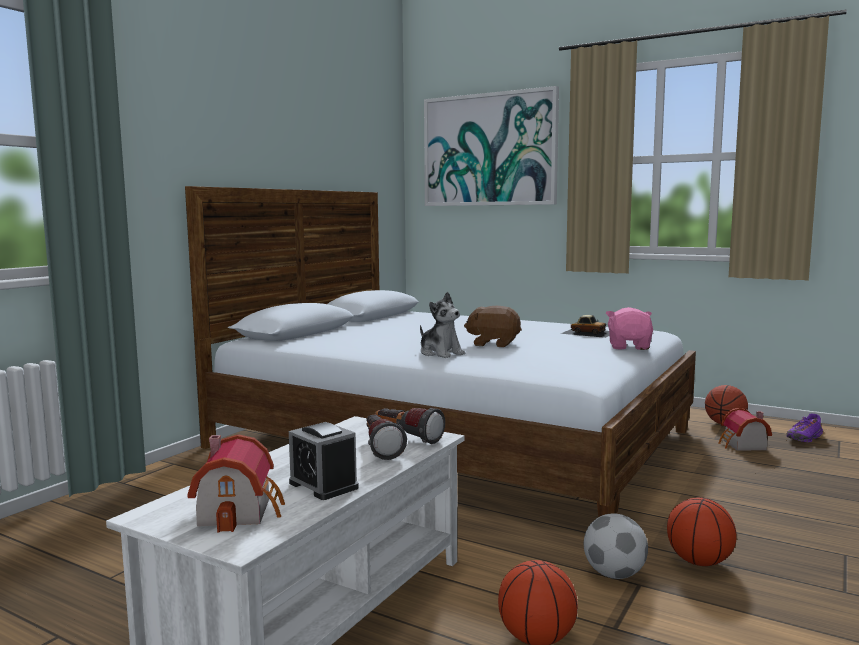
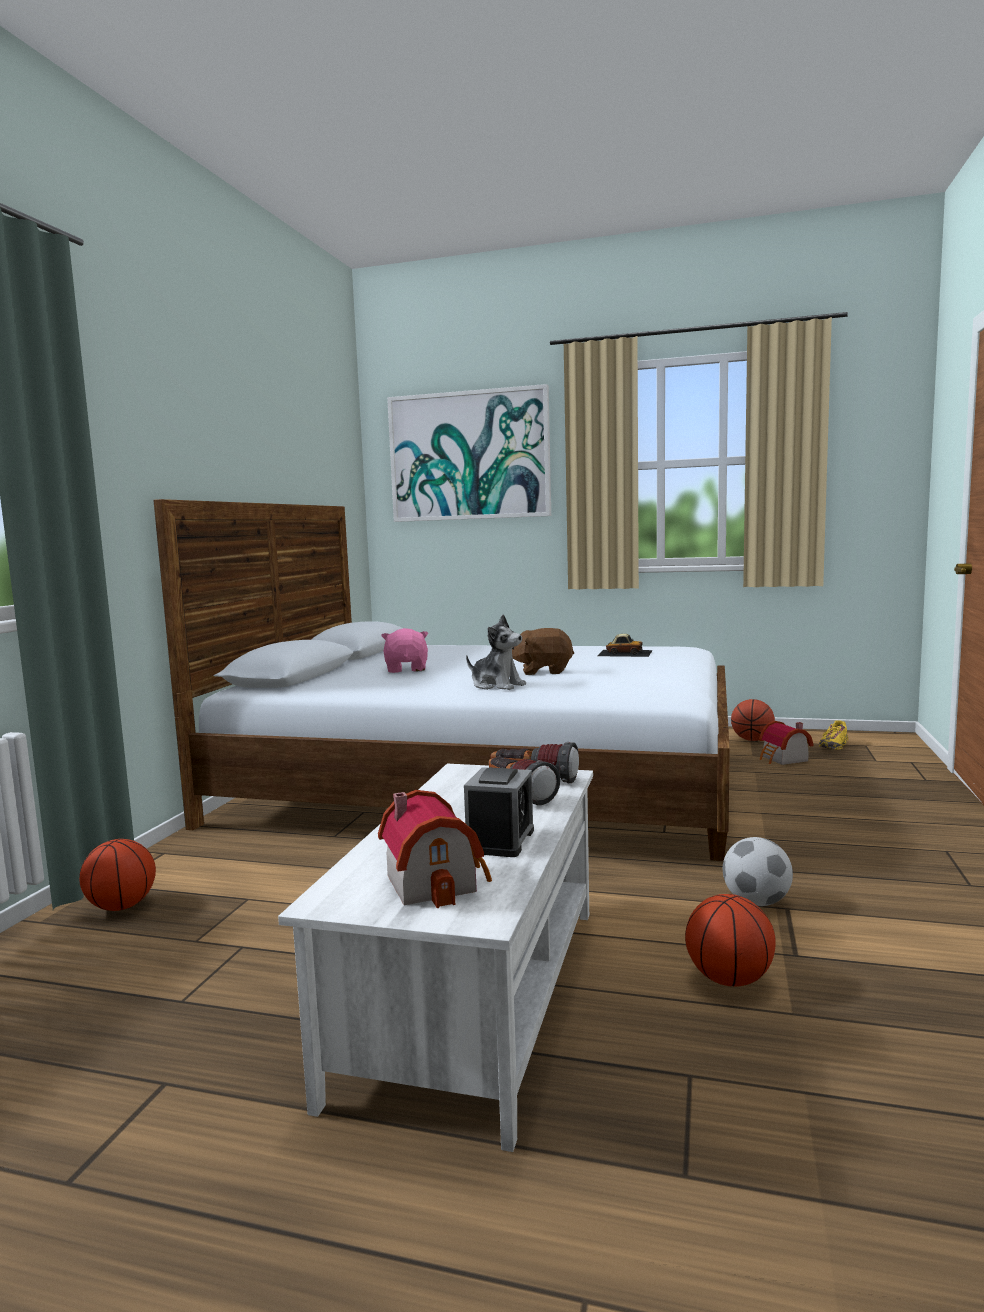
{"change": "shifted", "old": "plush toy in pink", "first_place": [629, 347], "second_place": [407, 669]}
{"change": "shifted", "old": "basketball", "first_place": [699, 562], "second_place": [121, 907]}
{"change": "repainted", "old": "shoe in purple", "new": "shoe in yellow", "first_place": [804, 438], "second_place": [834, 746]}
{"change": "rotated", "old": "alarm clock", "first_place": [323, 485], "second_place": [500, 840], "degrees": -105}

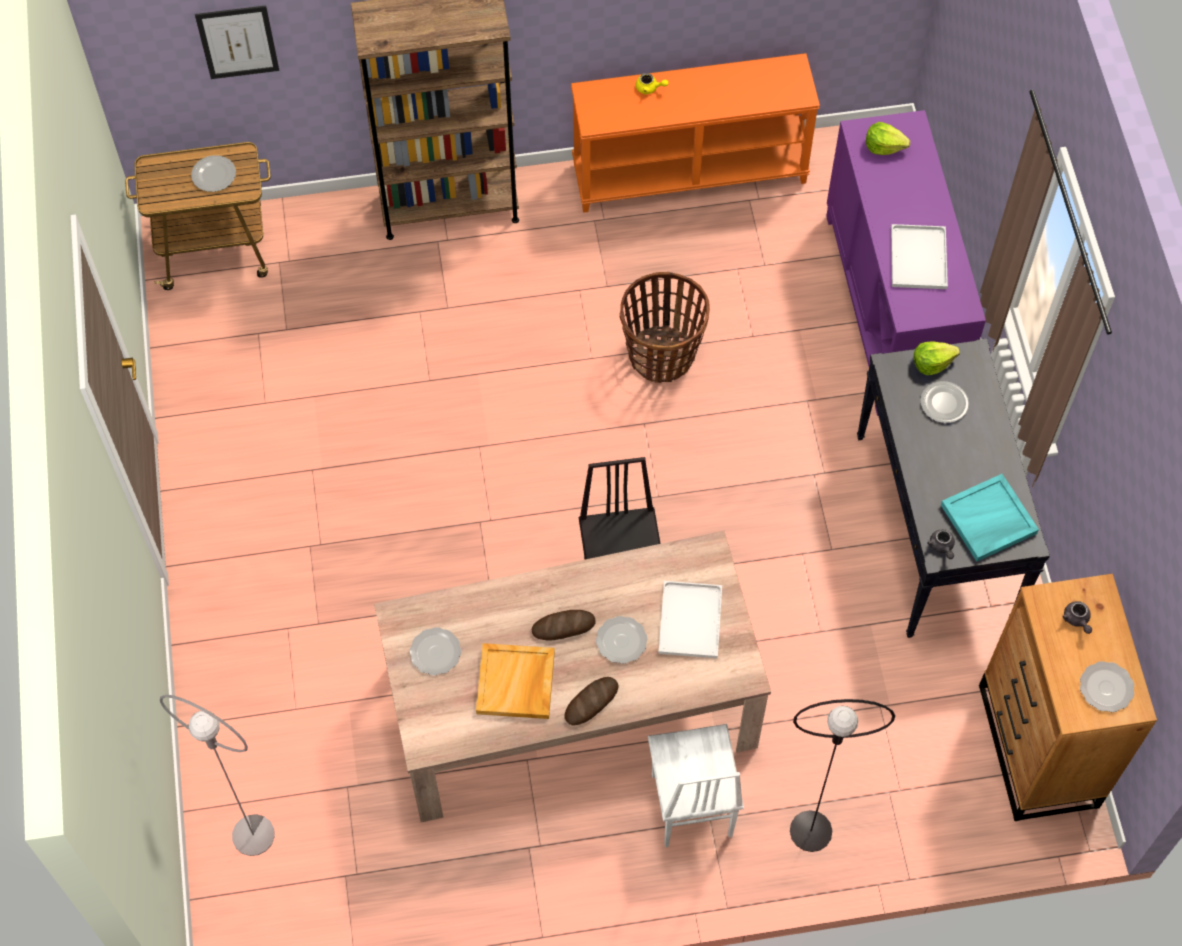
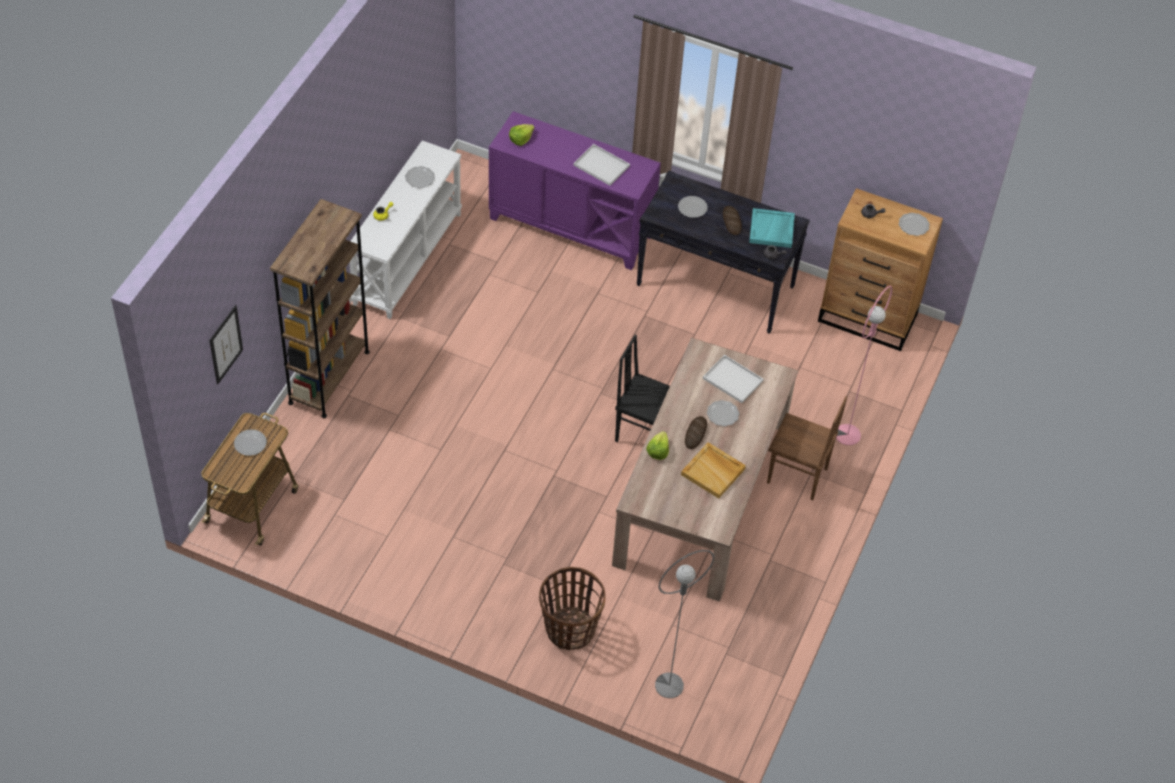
{"change": "shifted", "old": "plate", "first_place": [436, 652], "second_place": [420, 178]}
{"change": "shifted", "old": "bread", "first_place": [591, 702], "second_place": [731, 222]}
{"change": "shifted", "old": "basket", "first_place": [661, 355], "second_place": [569, 629]}
{"change": "shifted", "old": "lettuce", "first_place": [932, 363], "second_place": [658, 451]}
{"change": "repainted", "old": "console table in orange", "new": "console table in white", "first_place": [690, 172], "second_place": [407, 258]}
{"change": "repainted", "old": "chair in white", "new": "chair in brown", "first_place": [690, 806], "second_place": [797, 477]}
{"change": "repainted", "old": "floor lamp in black", "new": "floor lamp in pink", "first_place": [811, 831], "second_place": [847, 434]}

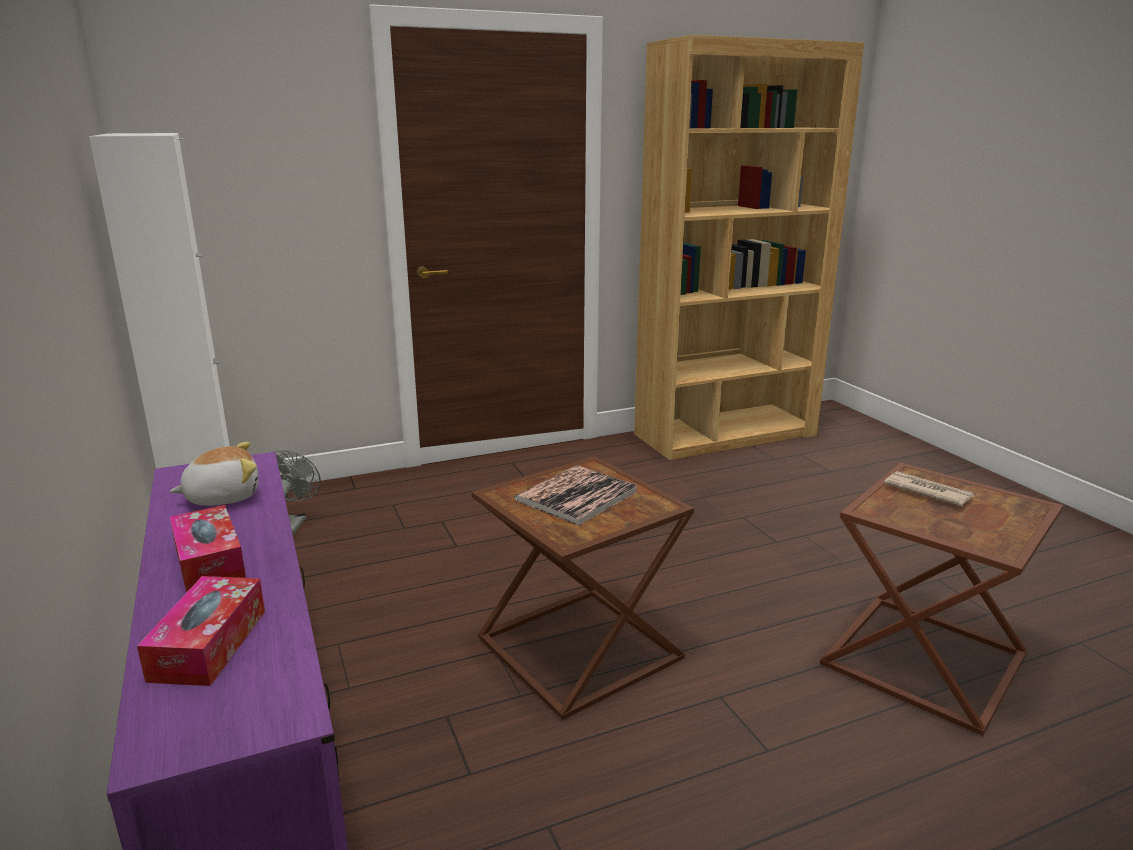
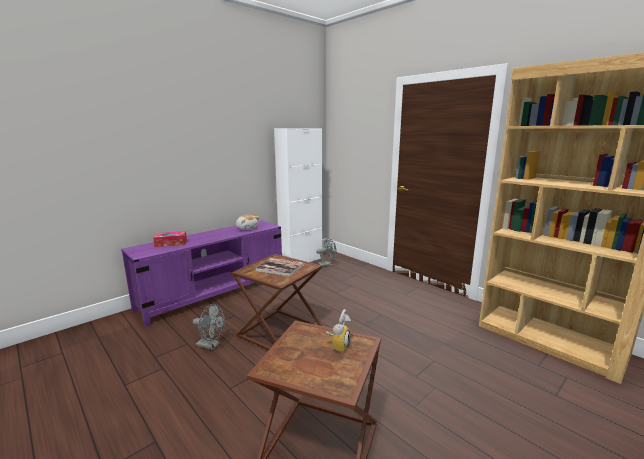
{"change": "gone", "old": "tissue box", "first_place": [209, 561]}
{"change": "new", "new": "fan in grey", "second_place": [211, 345]}
{"change": "swapped", "old": "newspaper", "new": "alarm clock", "first_place": [927, 491], "second_place": [338, 346]}

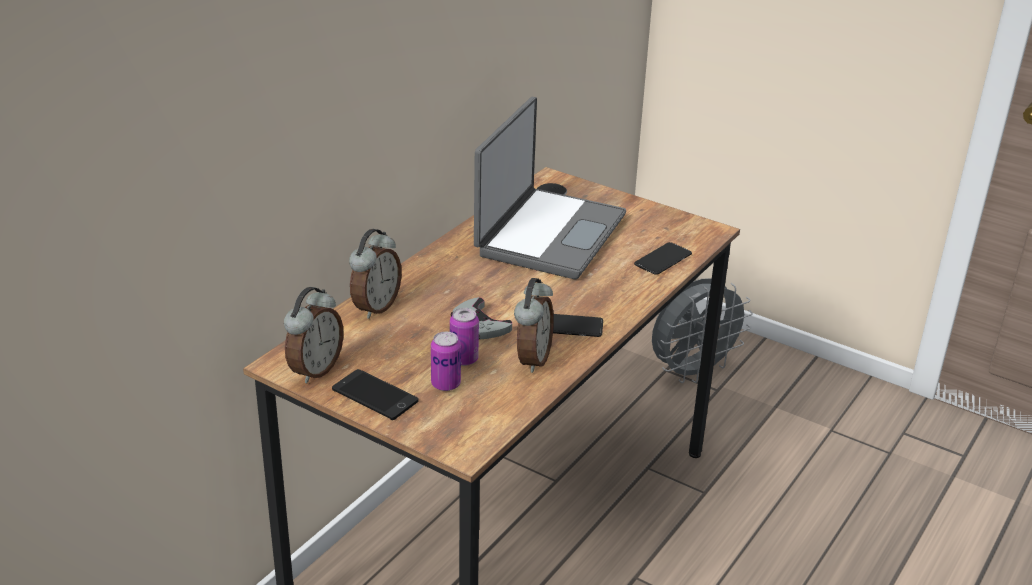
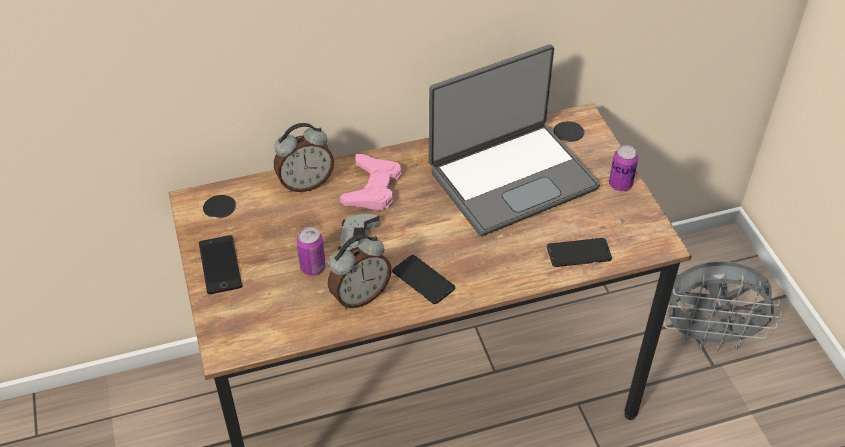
{"change": "gone", "old": "alarm clock", "first_place": [314, 370]}
{"change": "new", "new": "game controller in pink", "second_place": [372, 188]}
{"change": "shifted", "old": "can", "first_place": [445, 384], "second_place": [620, 184]}

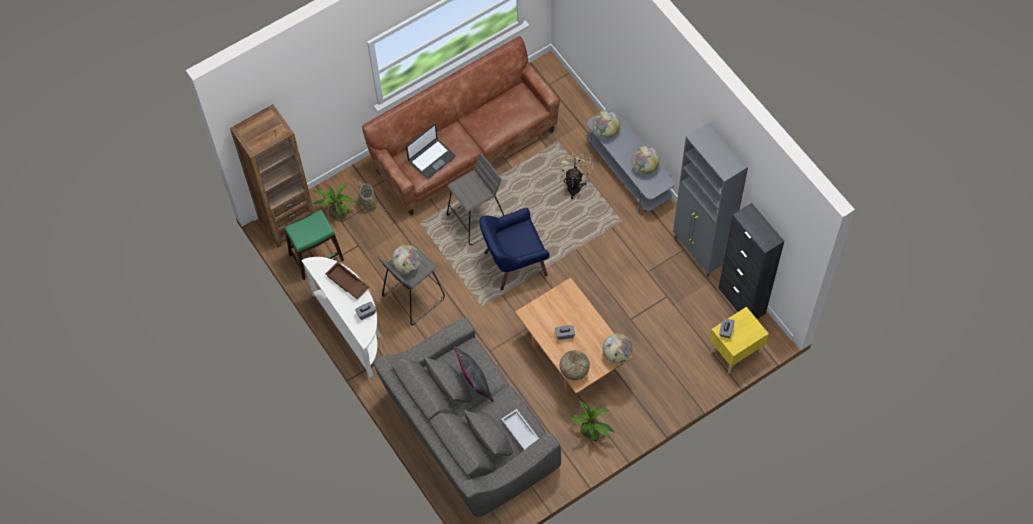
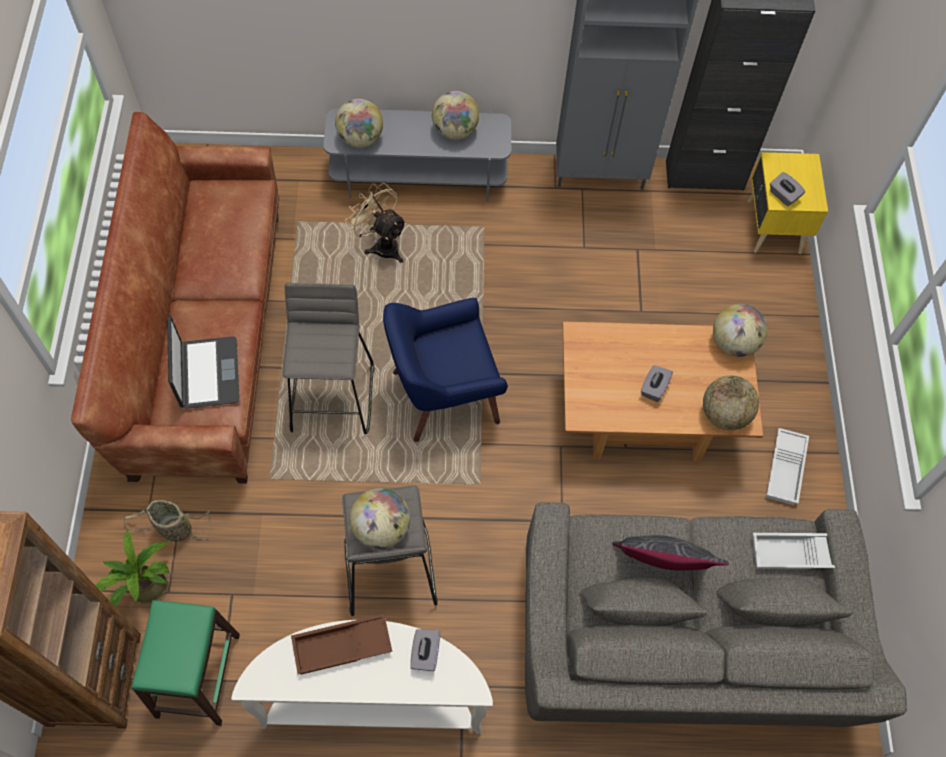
{"change": "swapped", "old": "potted plant", "new": "tray in white", "first_place": [591, 432], "second_place": [786, 470]}
{"change": "rotated", "old": "armchair in blue", "first_place": [514, 263], "second_place": [443, 396], "degrees": 60}

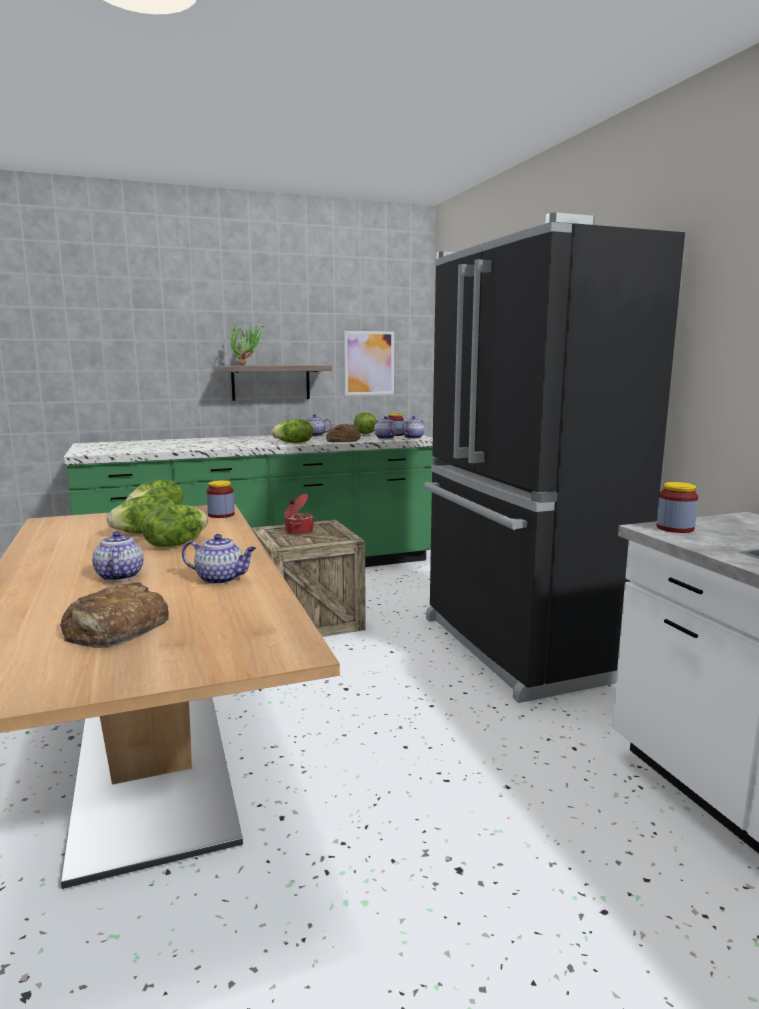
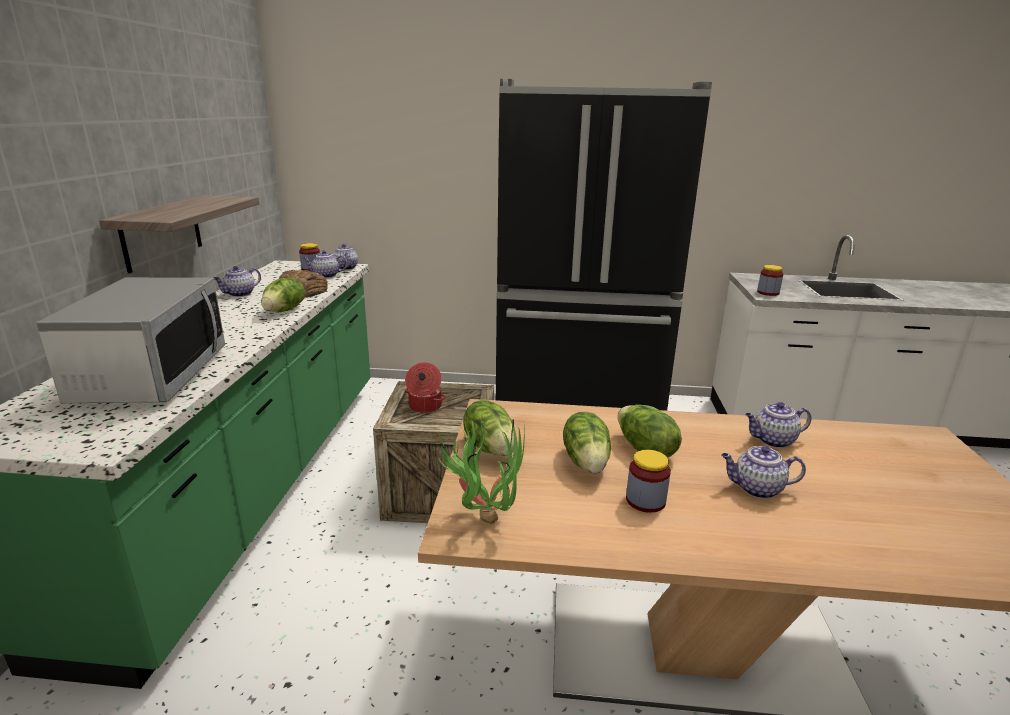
{"change": "gone", "old": "bread", "first_place": [115, 628]}
{"change": "gone", "old": "picture", "first_place": [369, 363]}
{"change": "gone", "old": "lettuce", "first_place": [363, 433]}
{"change": "new", "new": "microwave", "second_place": [152, 376]}
{"change": "shifted", "old": "jar", "first_place": [221, 515], "second_place": [645, 500]}
{"change": "shifted", "old": "potted plant", "first_place": [246, 365], "second_place": [483, 514]}
{"change": "rotated", "old": "teapot", "first_place": [221, 579], "second_place": [772, 440], "degrees": -135}

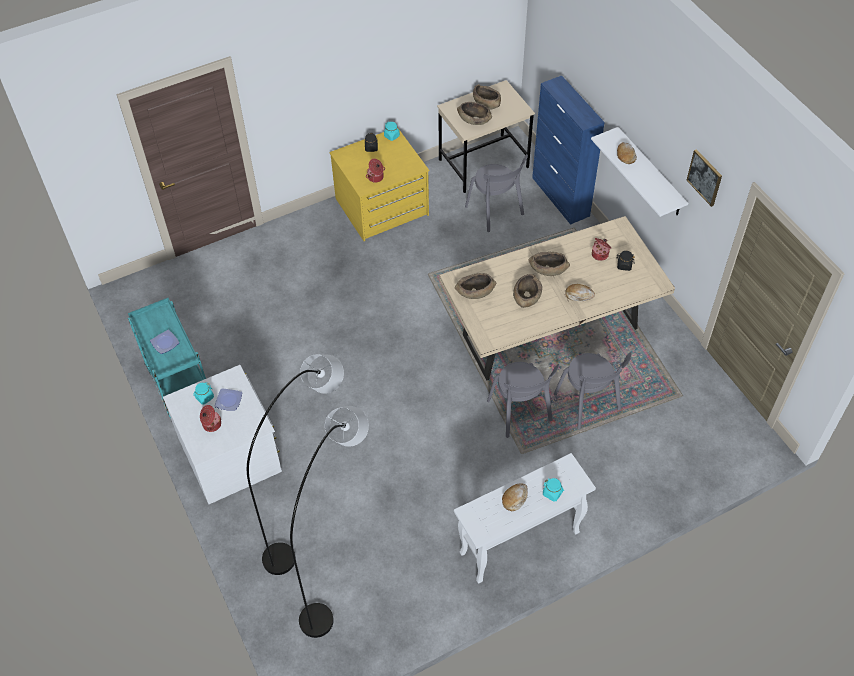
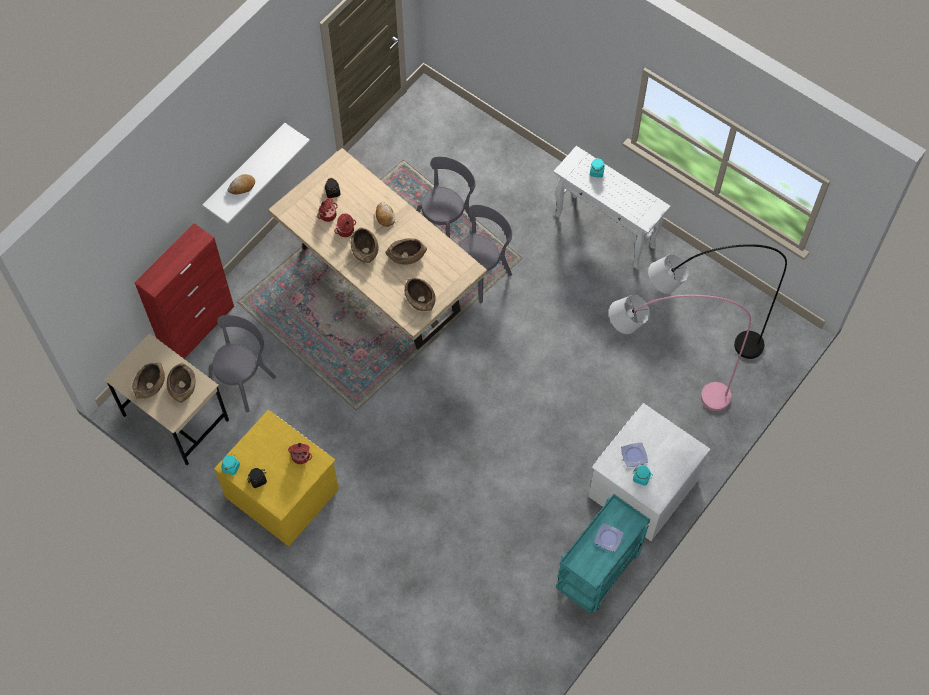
{"change": "gone", "old": "bread", "first_place": [514, 498]}
{"change": "gone", "old": "picture", "first_place": [705, 177]}
{"change": "shifted", "old": "cooking pot", "first_place": [211, 424], "second_place": [345, 230]}
{"change": "repainted", "old": "floor lamp in grey", "new": "floor lamp in pink", "first_place": [312, 510], "second_place": [659, 393]}
{"change": "repainted", "old": "cabinet in blue", "new": "cabinet in red", "first_place": [560, 197], "second_place": [198, 327]}

